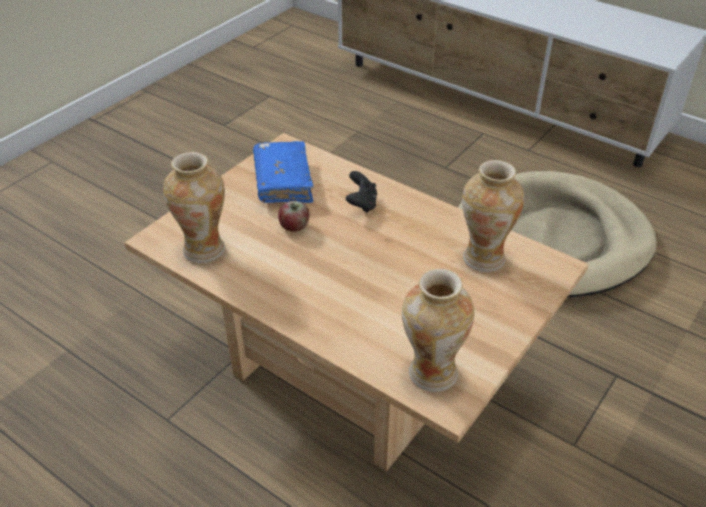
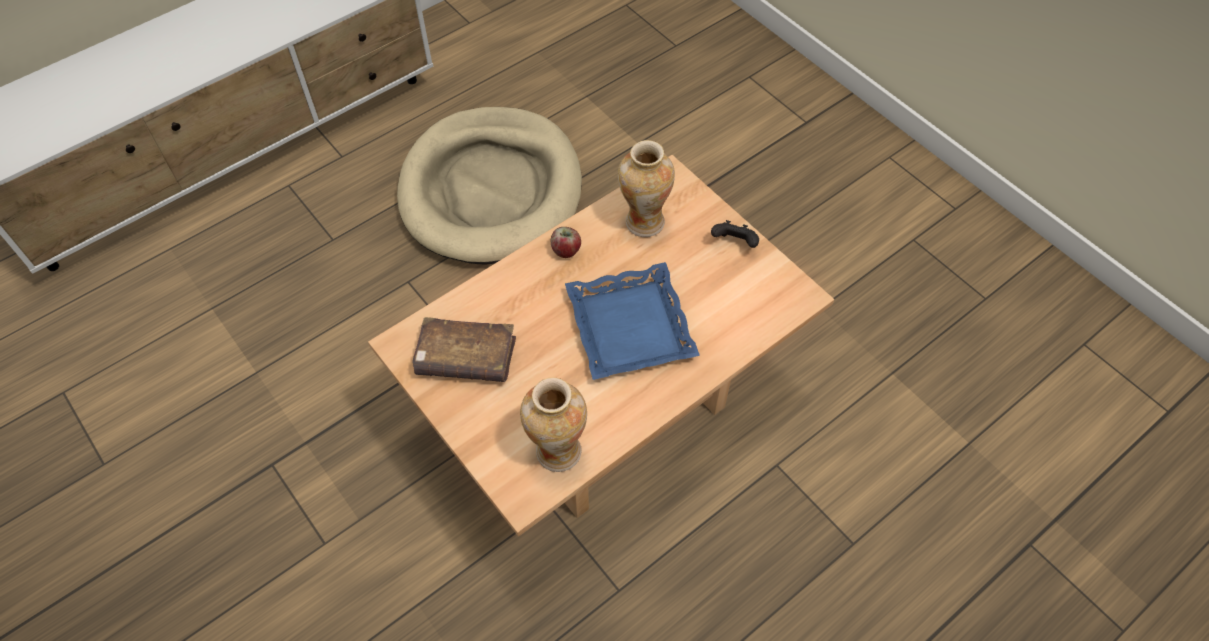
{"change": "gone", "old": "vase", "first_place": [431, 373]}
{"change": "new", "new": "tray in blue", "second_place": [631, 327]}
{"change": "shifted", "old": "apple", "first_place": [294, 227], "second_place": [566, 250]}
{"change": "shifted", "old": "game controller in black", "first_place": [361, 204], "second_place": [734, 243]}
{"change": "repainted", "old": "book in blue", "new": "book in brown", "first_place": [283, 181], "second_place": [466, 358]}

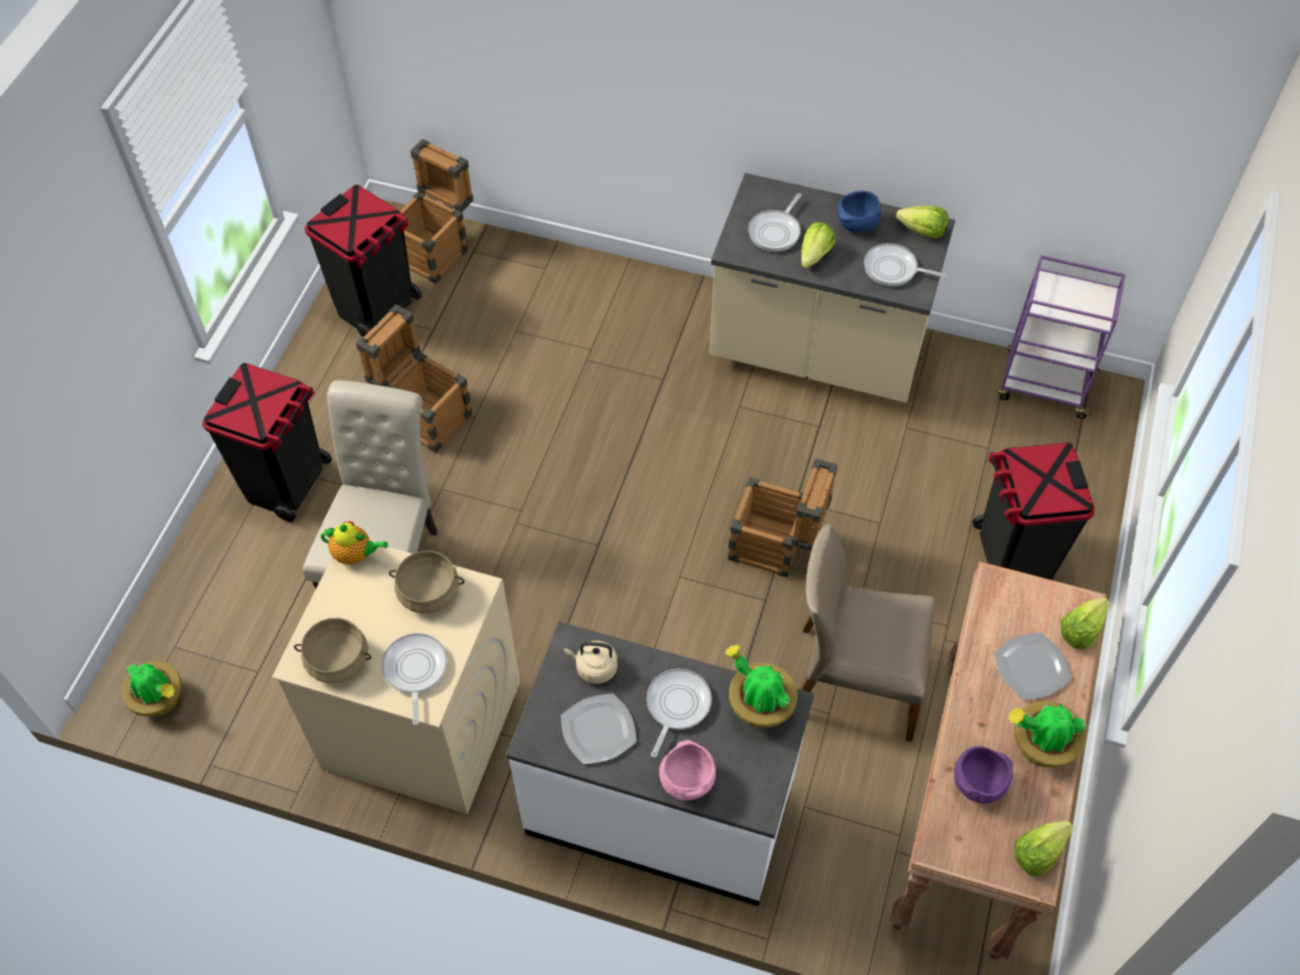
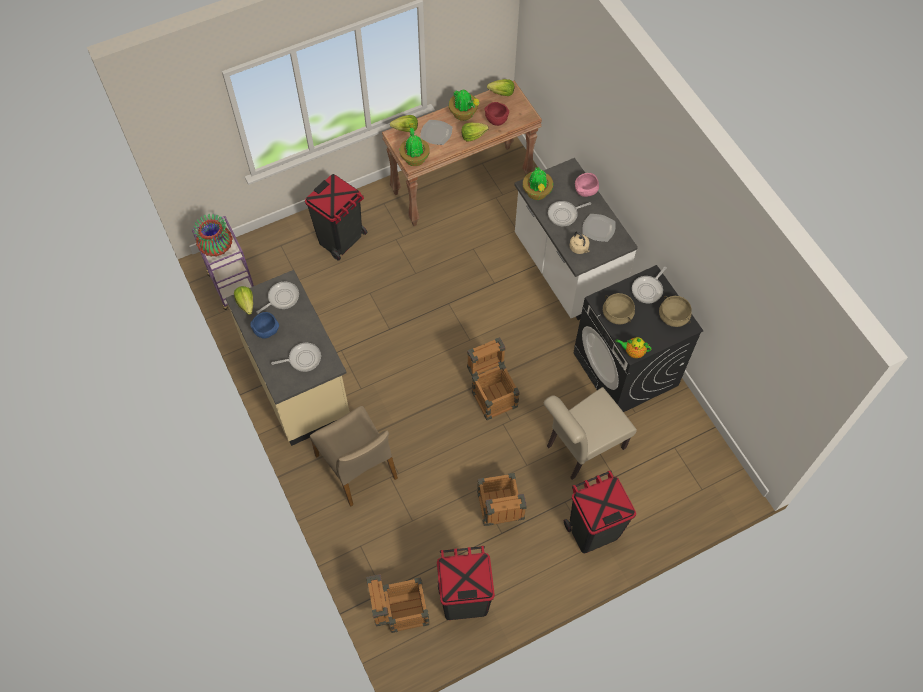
{"change": "new", "new": "vase", "second_place": [217, 247]}
{"change": "shifted", "old": "potted plant", "first_place": [160, 700], "second_place": [414, 157]}
{"change": "shifted", "old": "crate", "first_place": [776, 547], "second_place": [492, 394]}
{"change": "shifted", "old": "chair in beige", "first_place": [854, 680], "second_place": [357, 467]}
{"change": "shifted", "old": "lettuce", "first_place": [815, 255], "second_place": [473, 136]}
{"change": "repainted", "old": "washing machine in beige", "new": "washing machine in black", "first_place": [420, 725], "second_place": [626, 369]}
{"change": "repainted", "old": "bowl in purple", "new": "bowl in red", "first_place": [978, 783], "second_place": [495, 120]}
{"change": "rotated", "old": "teapot", "first_place": [355, 555], "second_place": [633, 352], "degrees": -45}
{"change": "rotated", "old": "frying pan", "first_place": [893, 269], "second_place": [282, 298], "degrees": -105}

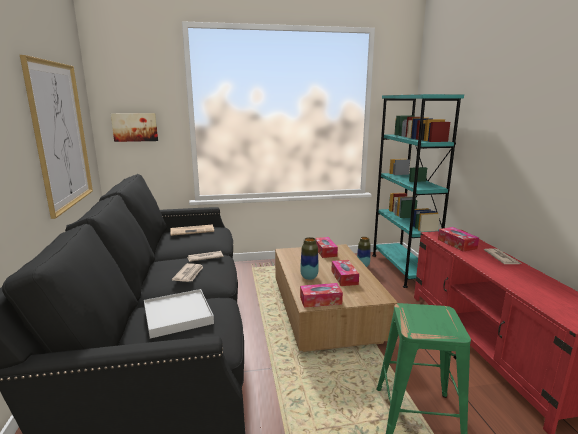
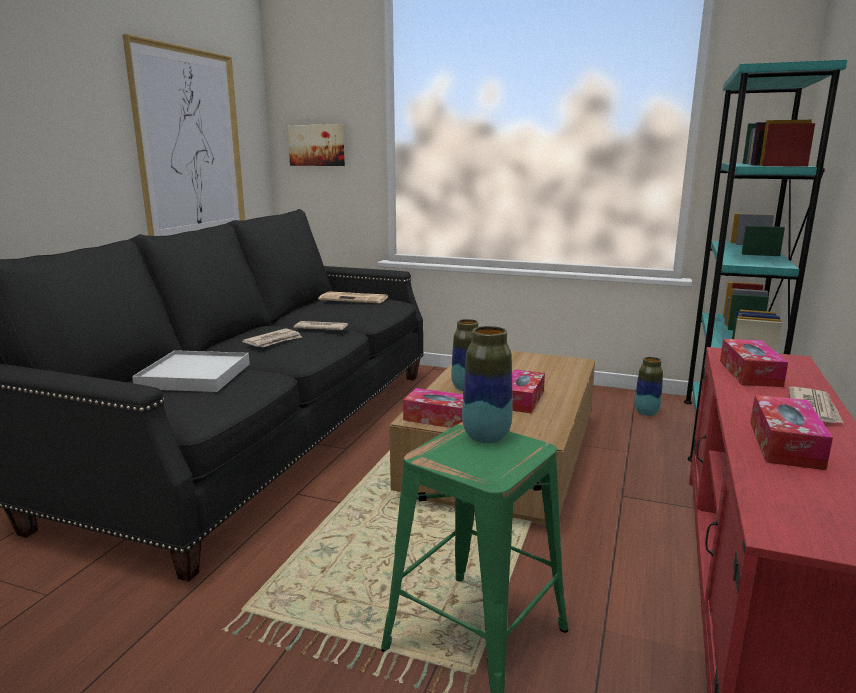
{"change": "new", "new": "vase", "second_place": [486, 437]}
{"change": "shifted", "old": "tissue box", "first_place": [325, 251], "second_place": [785, 444]}

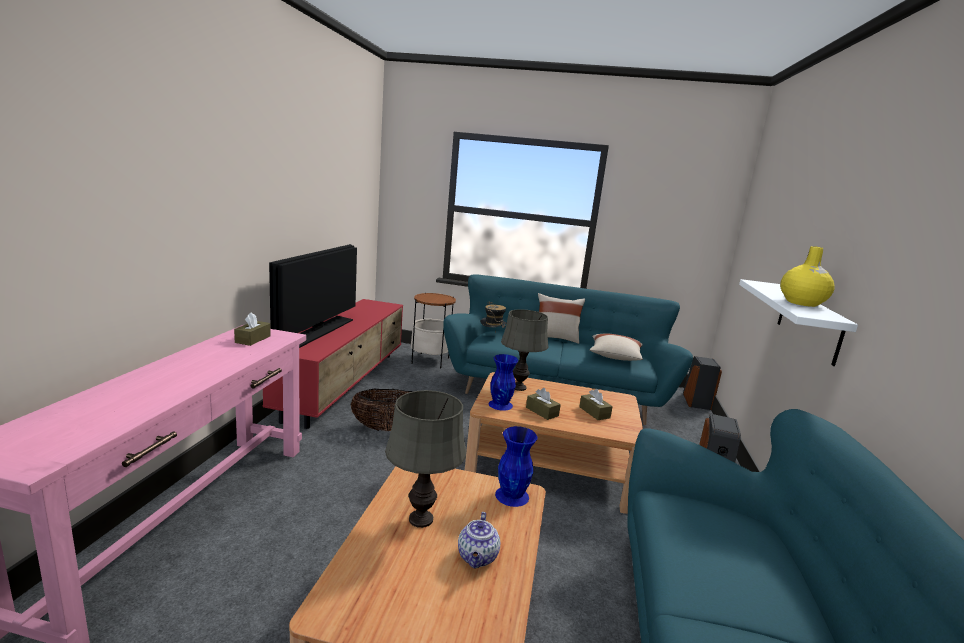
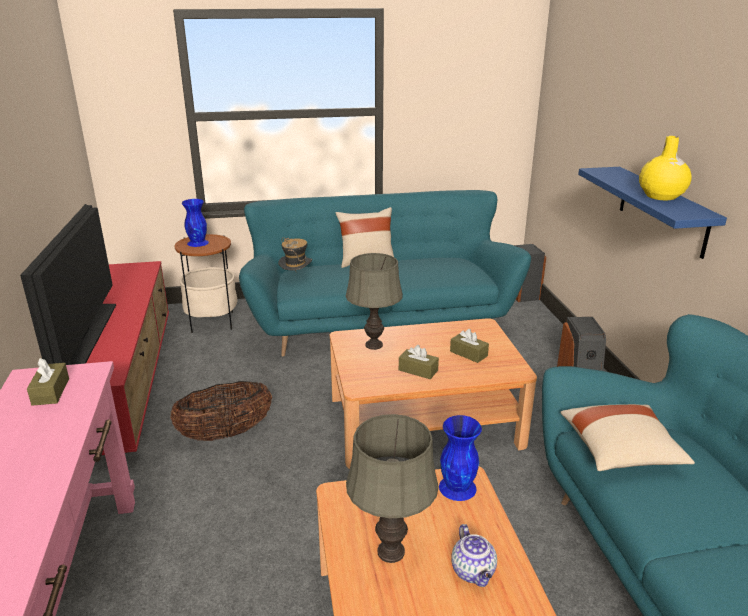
{"change": "shifted", "old": "vase in blue", "first_place": [500, 404], "second_place": [197, 242]}
{"change": "shifted", "old": "pillow in beige", "first_place": [614, 357], "second_place": [621, 452]}
{"change": "repainted", "old": "shelf in white", "new": "shelf in blue", "first_place": [808, 322], "second_place": [662, 210]}

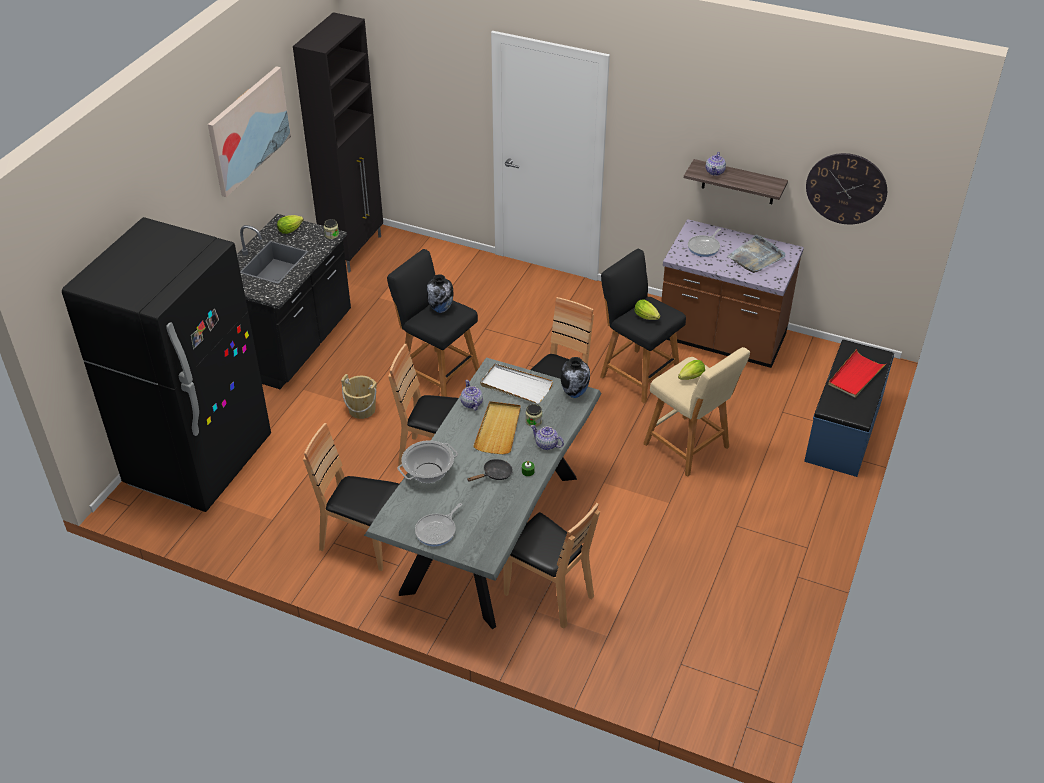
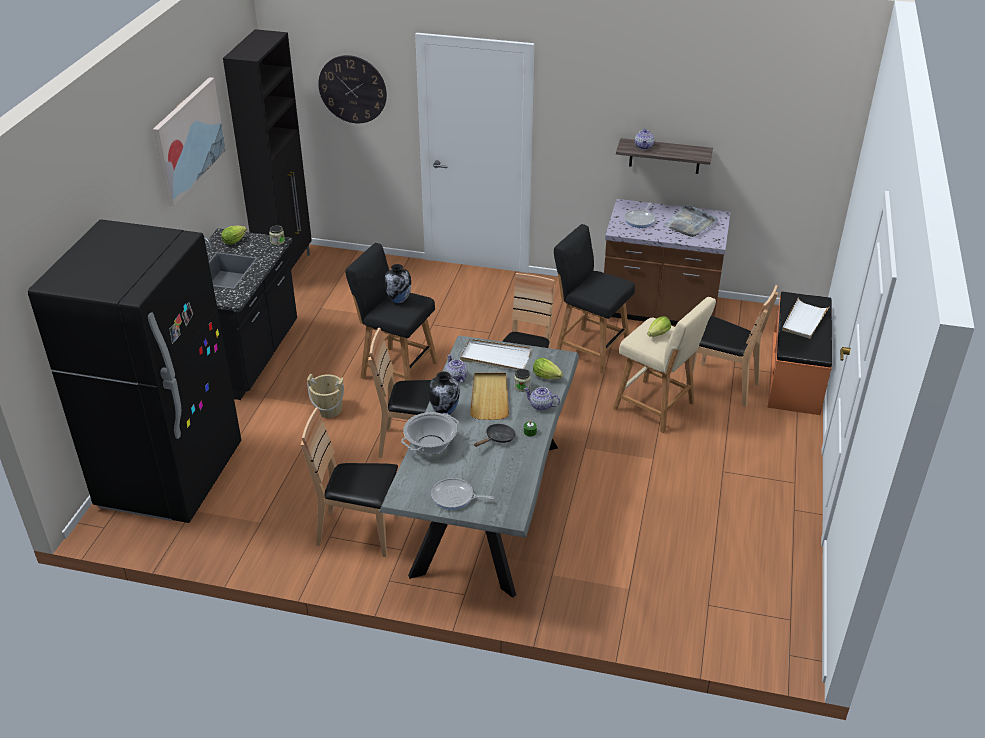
{"change": "shifted", "old": "chair in brown", "first_place": [549, 593], "second_place": [721, 385]}
{"change": "shifted", "old": "vase", "first_place": [575, 393], "second_place": [445, 411]}
{"change": "shifted", "old": "lettuce", "first_place": [647, 318], "second_place": [548, 377]}
{"change": "shifted", "old": "wall clock", "first_place": [846, 188], "second_place": [352, 89]}
{"change": "repainted", "old": "bench in blue", "new": "bench in orange", "first_place": [844, 430], "second_place": [795, 376]}
{"change": "repainted", "old": "tray in red", "new": "tray in white", "first_place": [855, 376], "second_place": [804, 320]}
{"change": "rotated", "old": "frying pan", "first_place": [437, 530], "second_place": [455, 497], "degrees": 75}

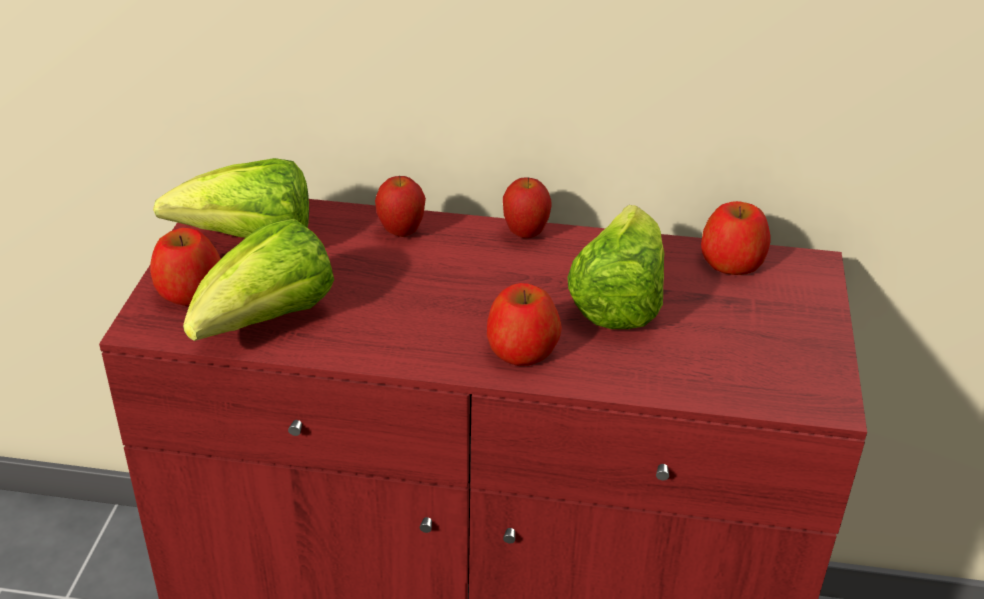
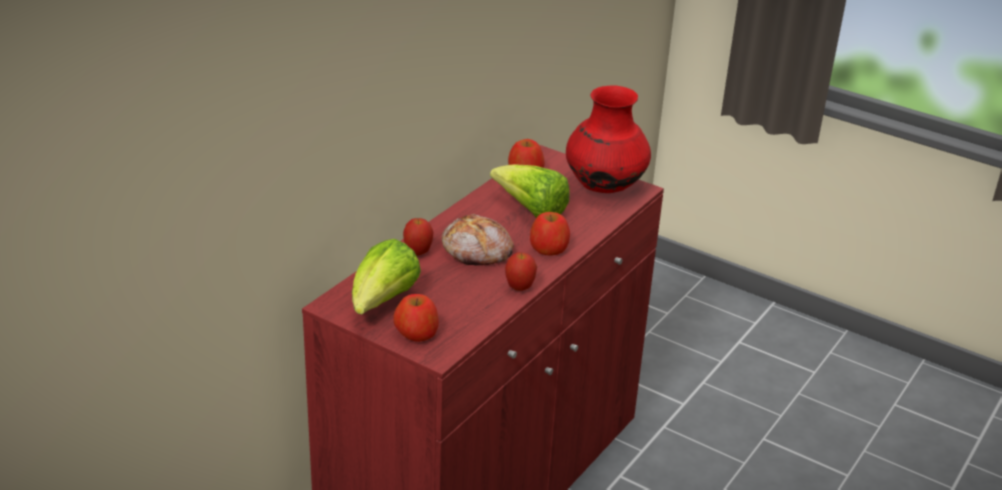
{"change": "gone", "old": "lettuce", "first_place": [267, 322]}
{"change": "new", "new": "bread", "second_place": [477, 251]}
{"change": "new", "new": "vase in red", "second_place": [604, 187]}
{"change": "shifted", "old": "apple", "first_place": [525, 234], "second_place": [519, 288]}

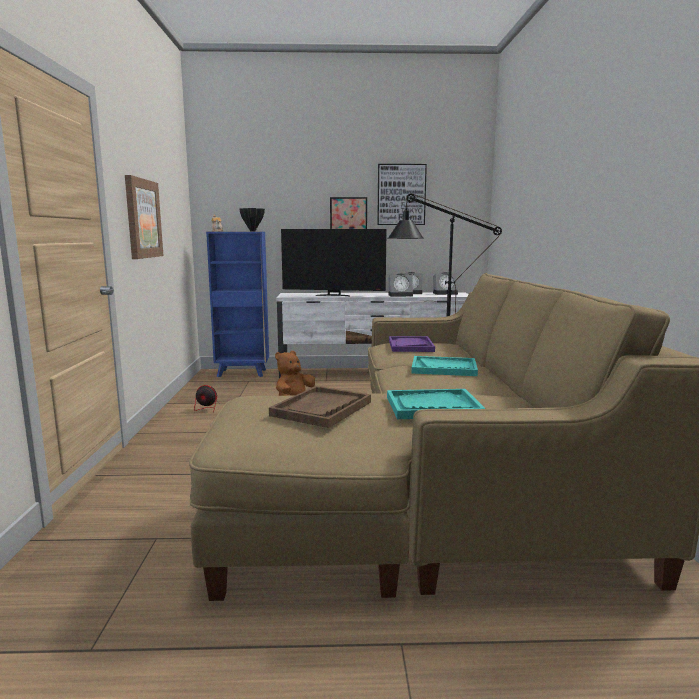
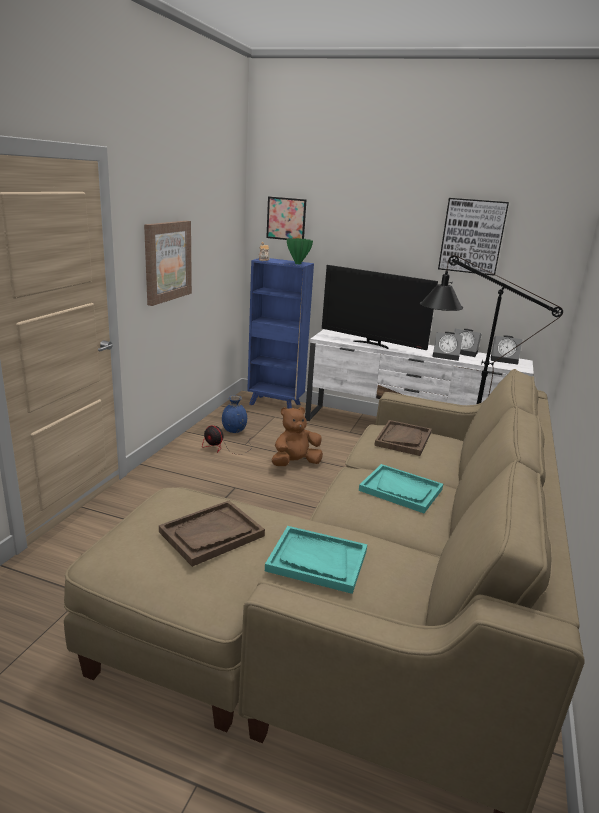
{"change": "new", "new": "vase in blue", "second_place": [234, 430]}
{"change": "shifted", "old": "picture", "first_place": [348, 216], "second_place": [286, 219]}
{"change": "repainted", "old": "vase in black", "new": "vase in green", "first_place": [252, 231], "second_place": [298, 263]}
{"change": "repainted", "old": "tray in purple", "new": "tray in brown", "first_place": [410, 346], "second_place": [403, 439]}

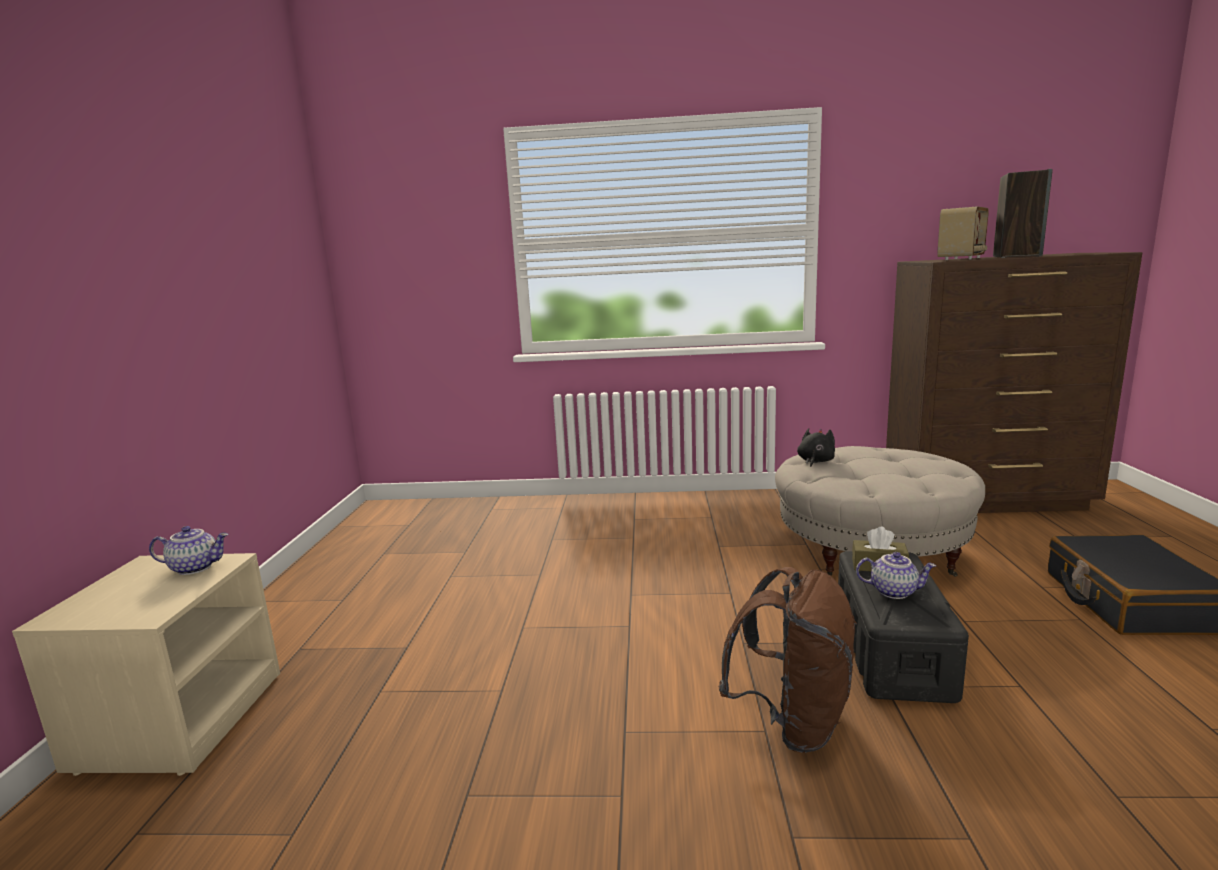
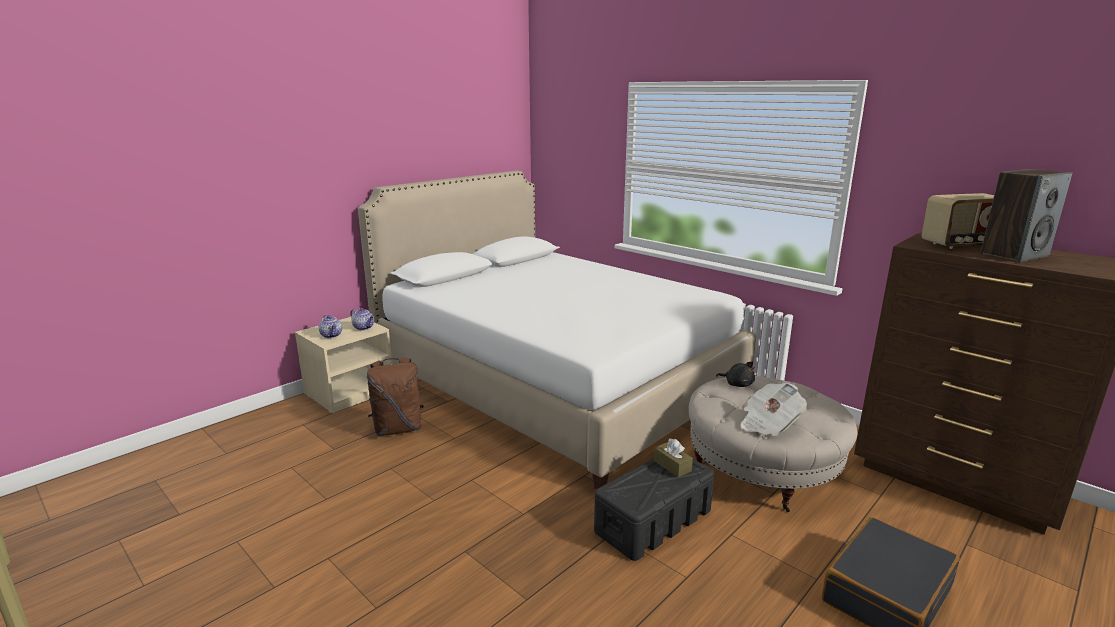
{"change": "new", "new": "bed in white", "second_place": [554, 381]}
{"change": "new", "new": "newspaper", "second_place": [769, 423]}
{"change": "shifted", "old": "backpack in brown", "first_place": [792, 722], "second_place": [398, 429]}
{"change": "shifted", "old": "teapot", "first_place": [894, 591], "second_place": [332, 335]}
{"change": "rotated", "old": "plush toy in black", "first_place": [815, 461], "second_place": [737, 384], "degrees": 60}

